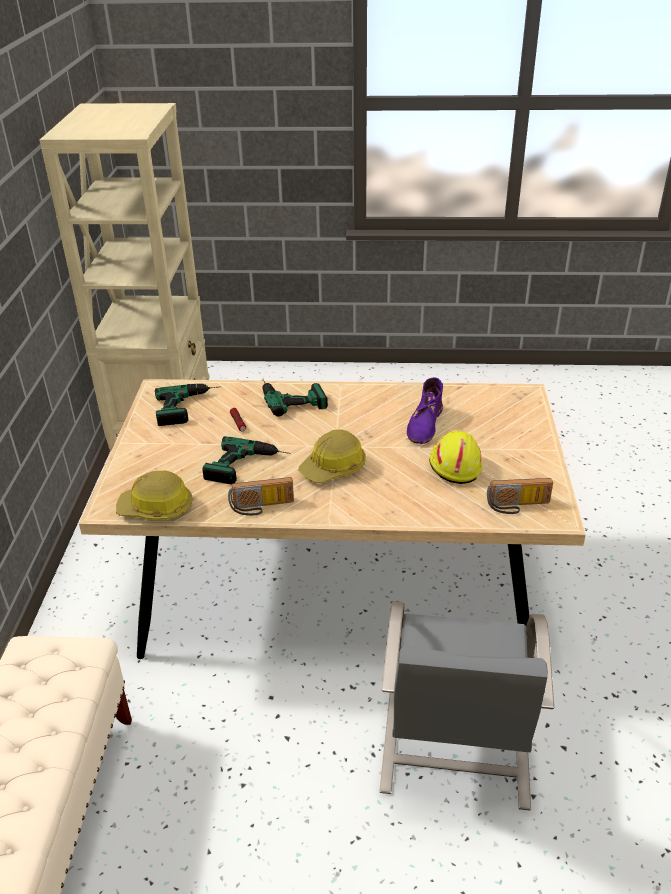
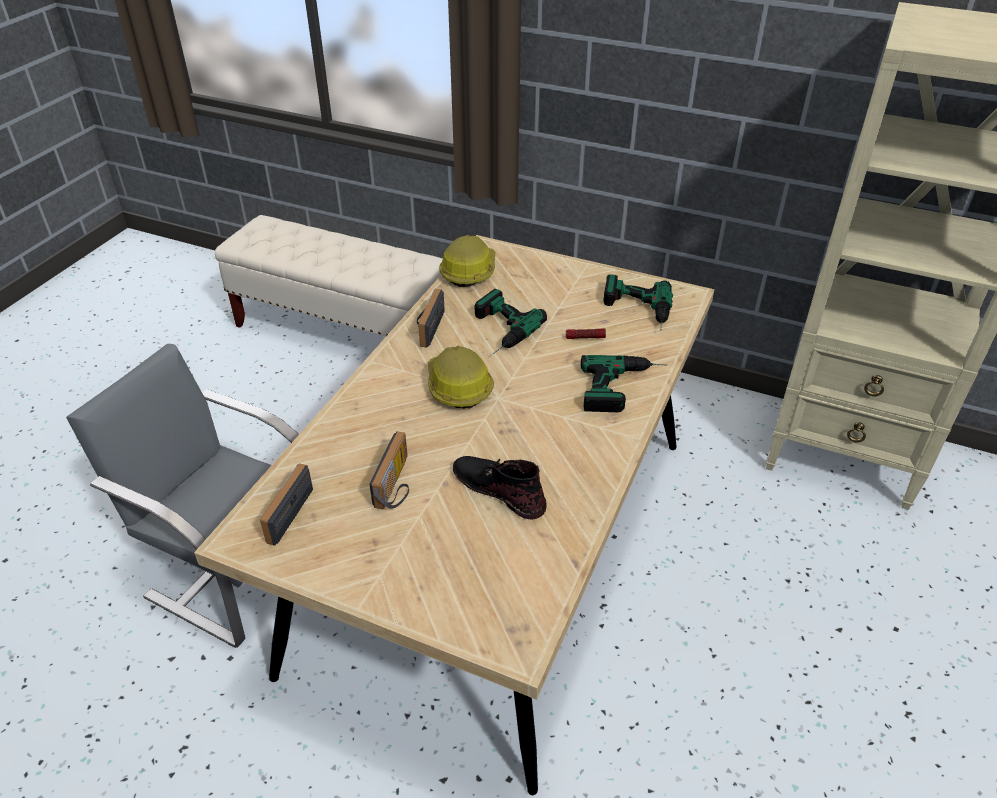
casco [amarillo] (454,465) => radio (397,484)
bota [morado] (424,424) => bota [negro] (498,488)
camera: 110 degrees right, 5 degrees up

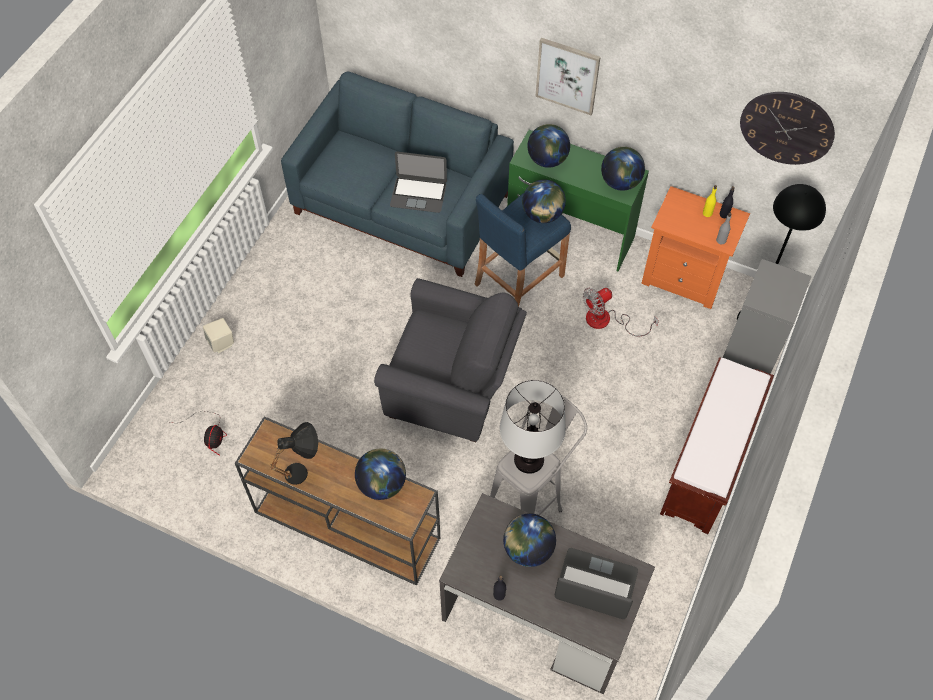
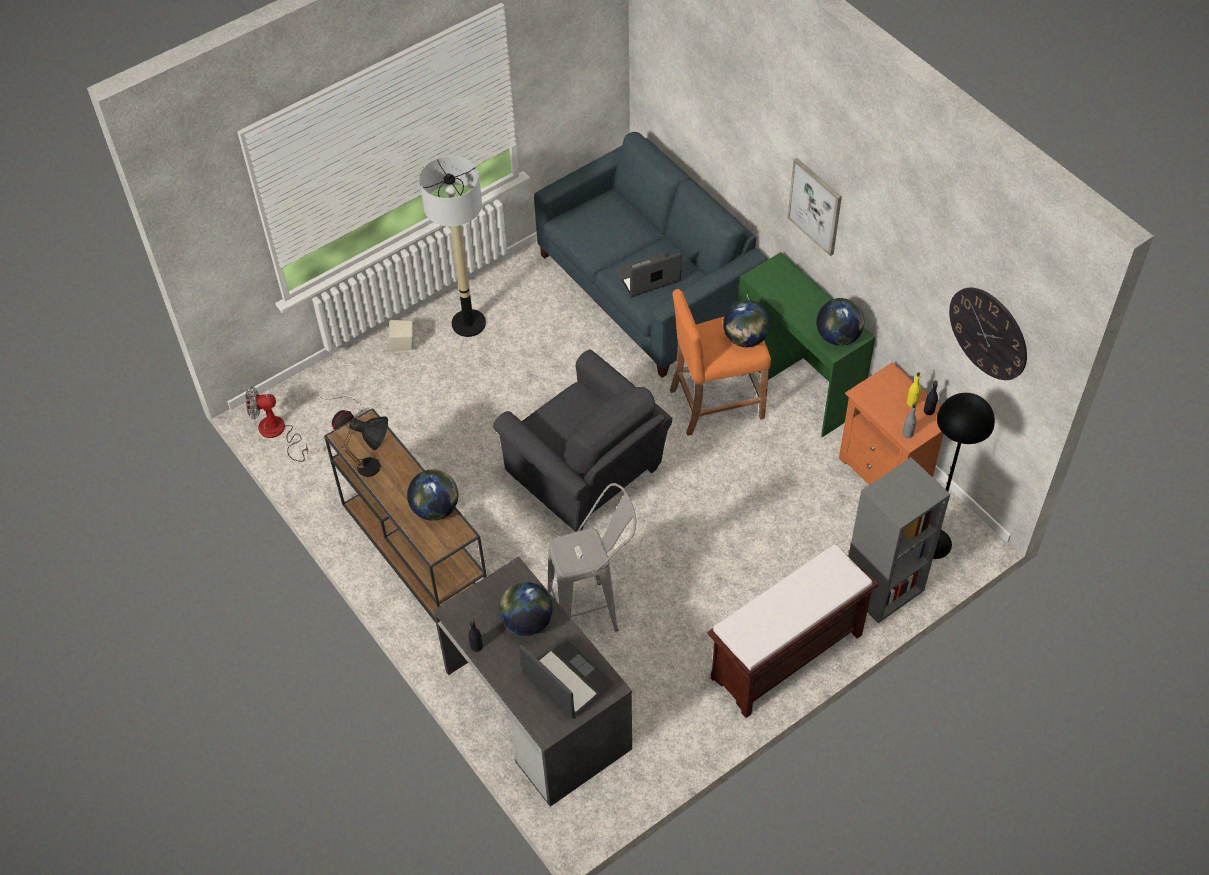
lámpara de mesa (529,459) => nothing
globo terráqueo (547,159) => nothing
nothing => lámpara de pie (468,323)
ventilador (607,321) => ventilador (278,433), moved
taburete [azul] (518,279) => taburete [naranja] (716,403)
portátil (418,194) => portátil (647,276), 120 degrees clockwise
camera: 30 degrees right, 5 degrees down

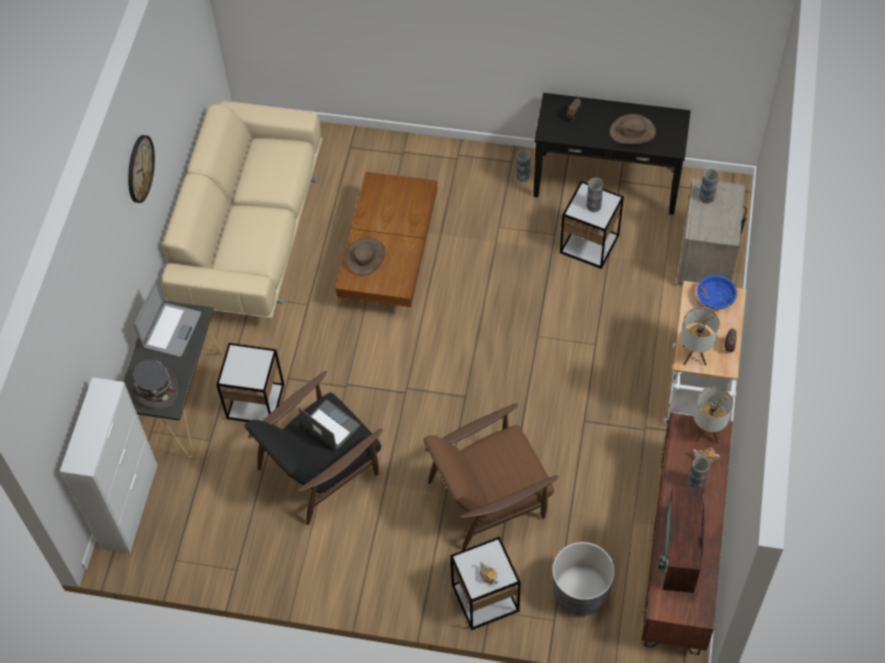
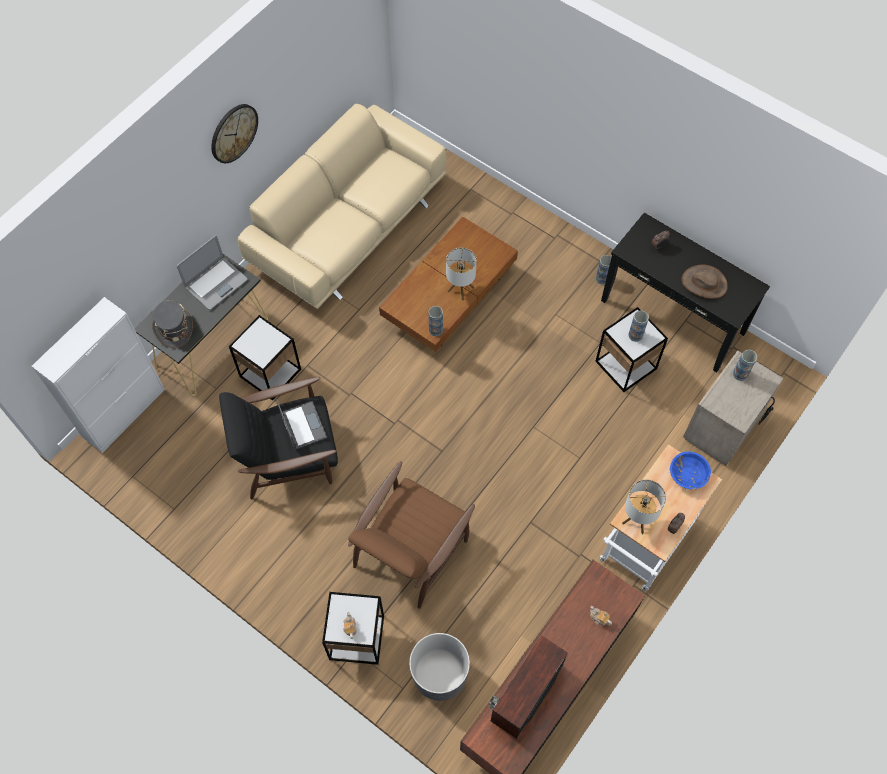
sombrero [marrón] (365,257) => nothing
florero (696,483) => florero (436,330), moved
lámpara de mesa (707,432) => lámpara de mesa (460,289), moved
sillón [marrón] (489,496) => sillón [marrón] (411,549), 60 degrees counterclockwise
camera: 25 degrees right, 5 degrees up

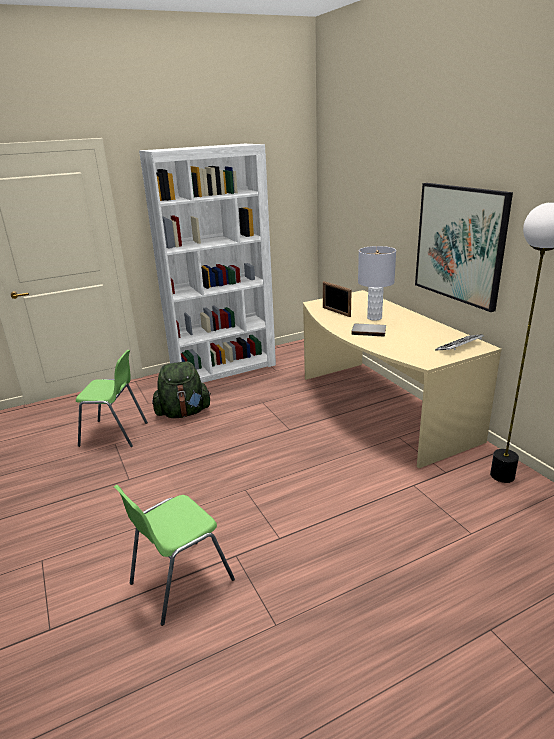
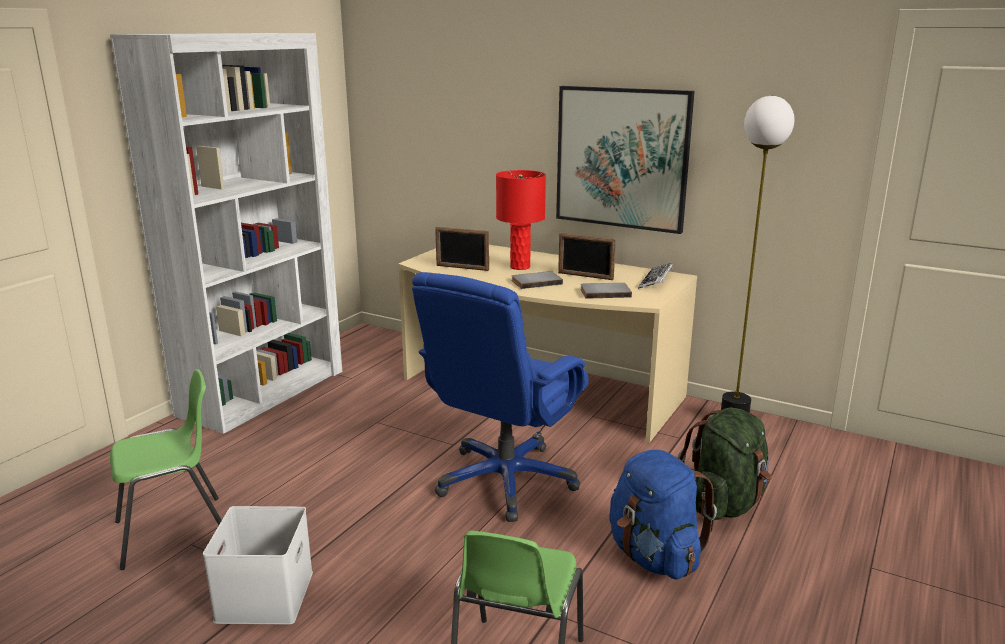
nothing => caja de almacenaje [blanco] (264,594)
nothing => silla de oficina [azul] (505,481)
nothing => portarretratos (585,276)
nothing => libro [gris] (605,292)
nothing => mochila [azul] (654,556)
mochila [verde] (183,413) => mochila [verde] (725,504), moved
lámpara de mesa [gris] (374,318) => lámpara de mesa [rojo] (520,267)
camera: 35 degrees left, 5 degrees down

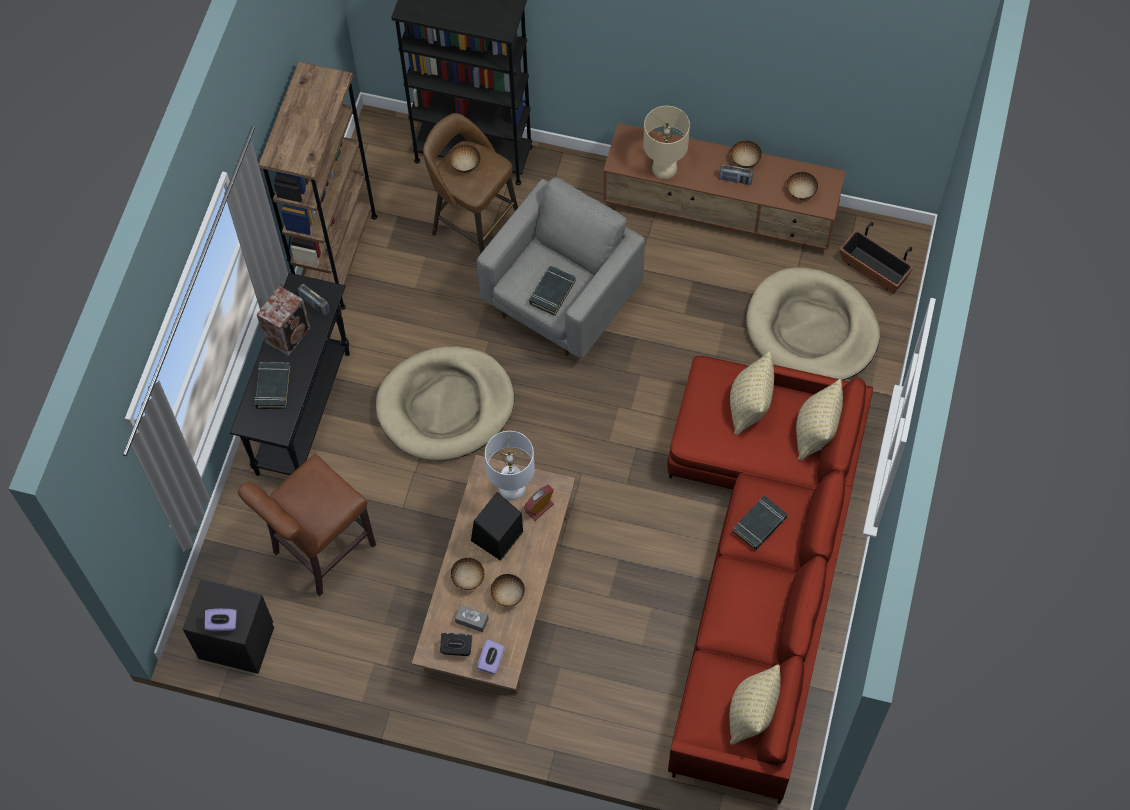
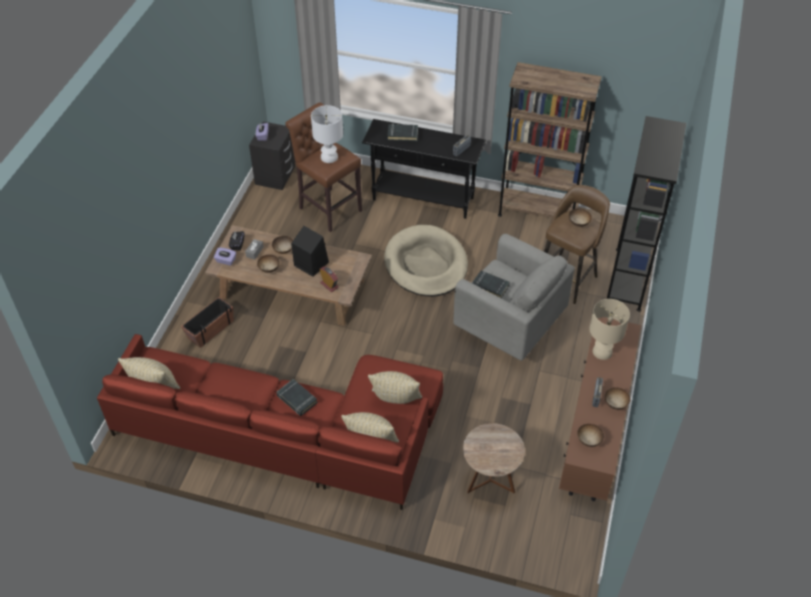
altavoz (289,334) => nothing
lámpara de mesa [blanco] (511,487) => lámpara de mesa [blanco] (329,157), moved
maceta (873,270) => maceta (210,329), moved
cama para perro [beis] (811,329) => mesa auxiliar [marrón] (490,481)
camera: 90 degrees right, 15 degrees down

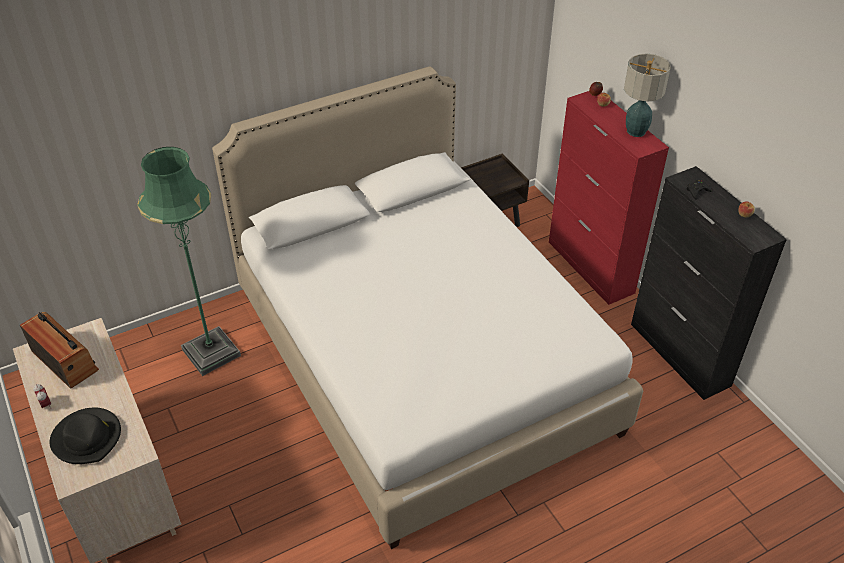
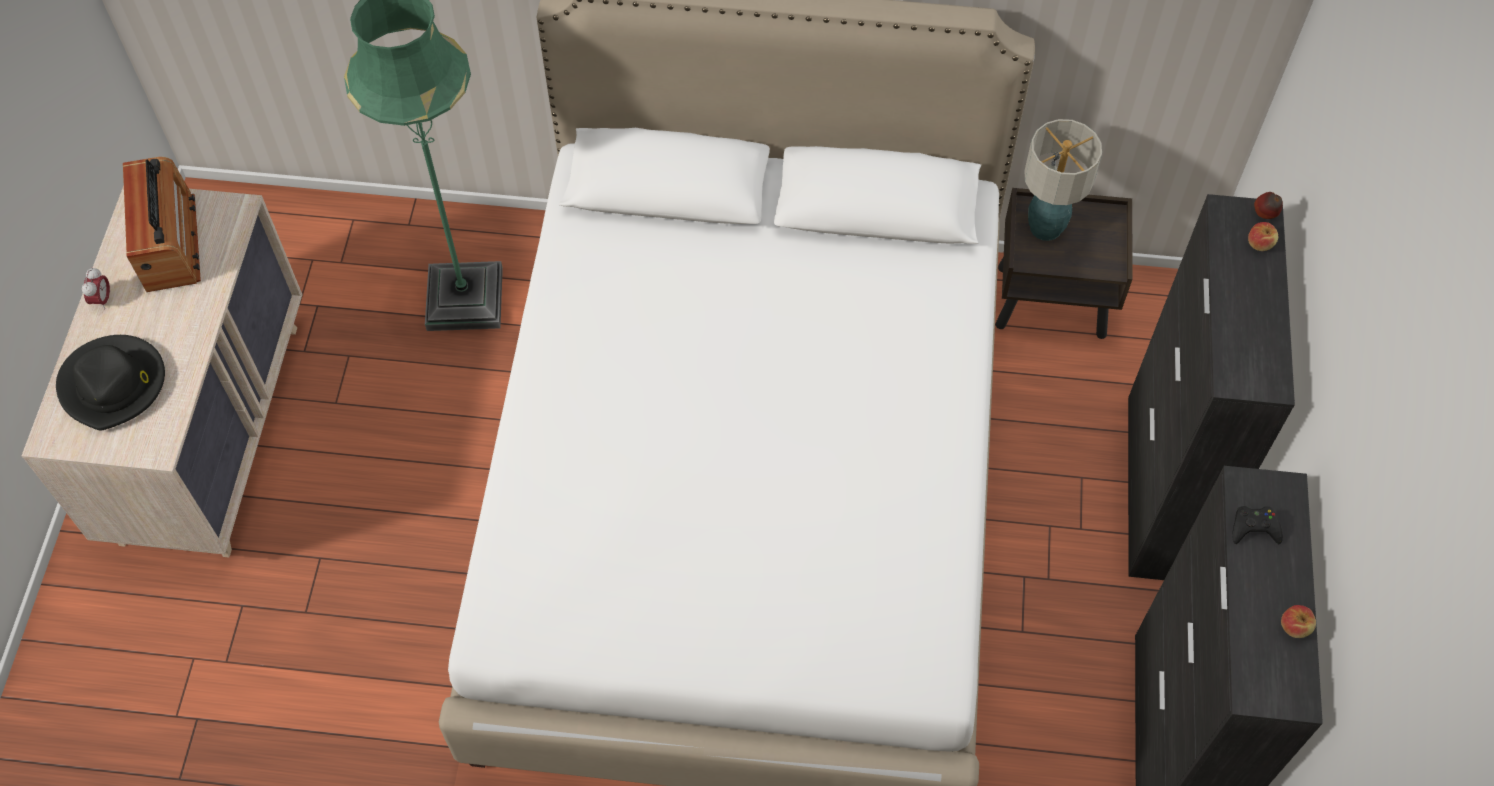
lámpara de mesa (636,131) => lámpara de mesa (1045,228), moved
armario [rojo] (590,267) => armario [negro] (1159,488)
camera: 35 degrees right, 15 degrees up

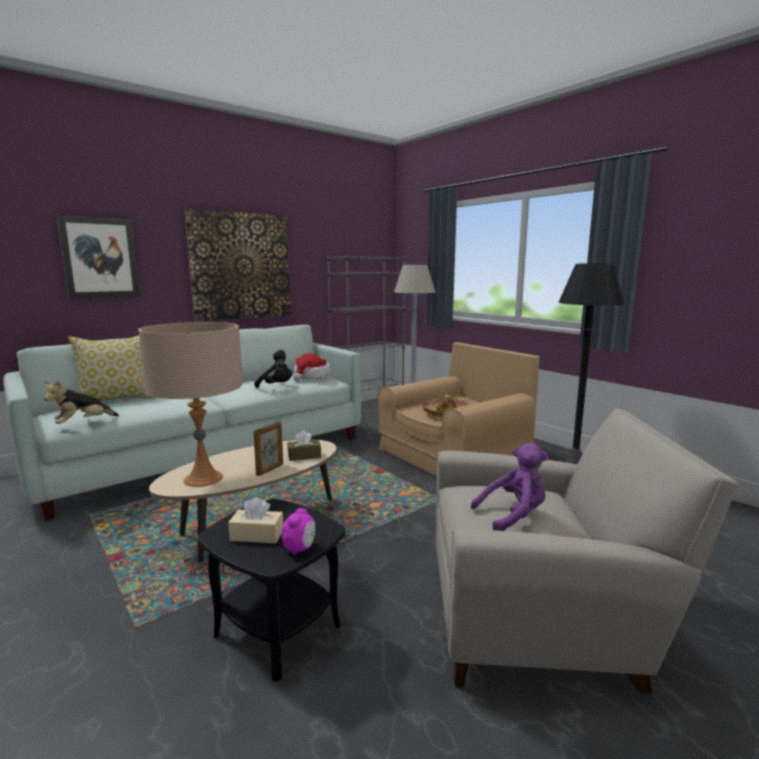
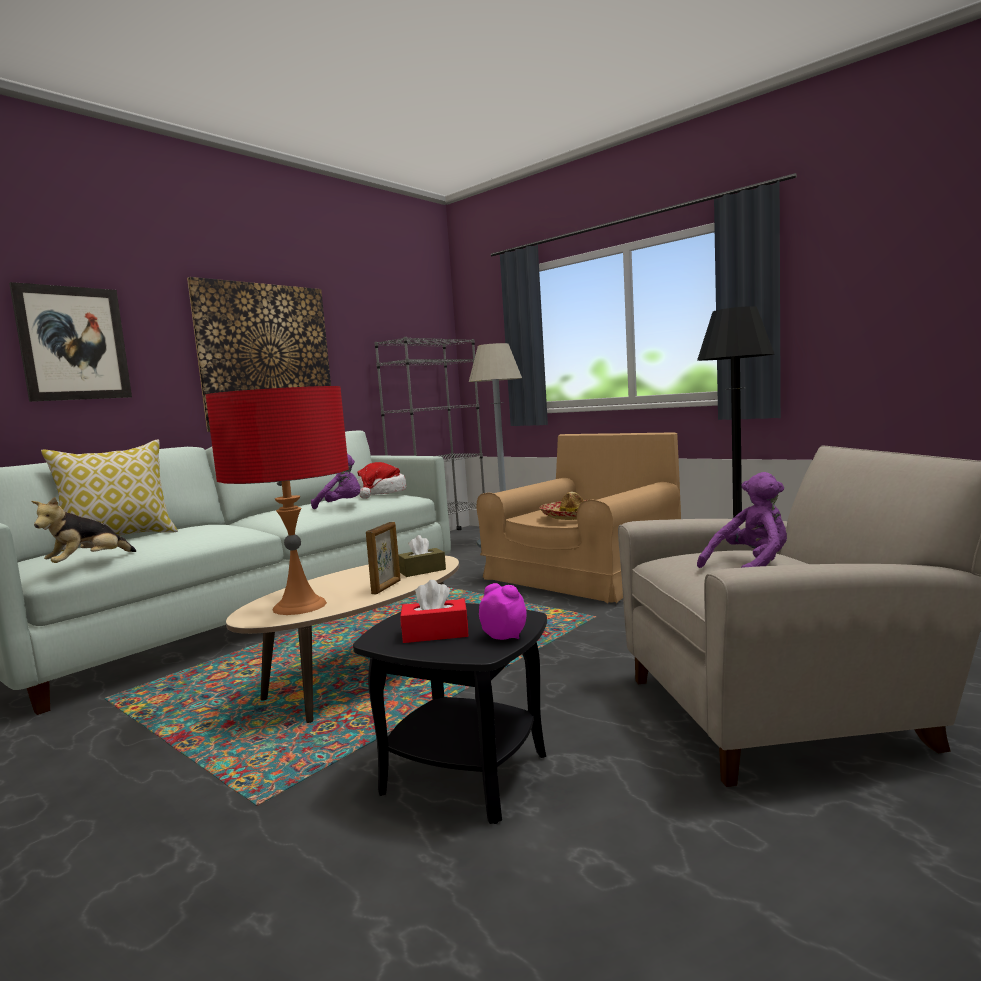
lámpara de mesa [beis] (203,478) => lámpara de mesa [rojo] (299,606)
caja de pañuelos [beis] (257,535) => caja de pañuelos [rojo] (435,634)
peluche [negro] (277,386) => peluche [morado] (342,505)
despertador (300,549) => despertador (504,636), 60 degrees counterclockwise
camera: 10 degrees left, 5 degrees down

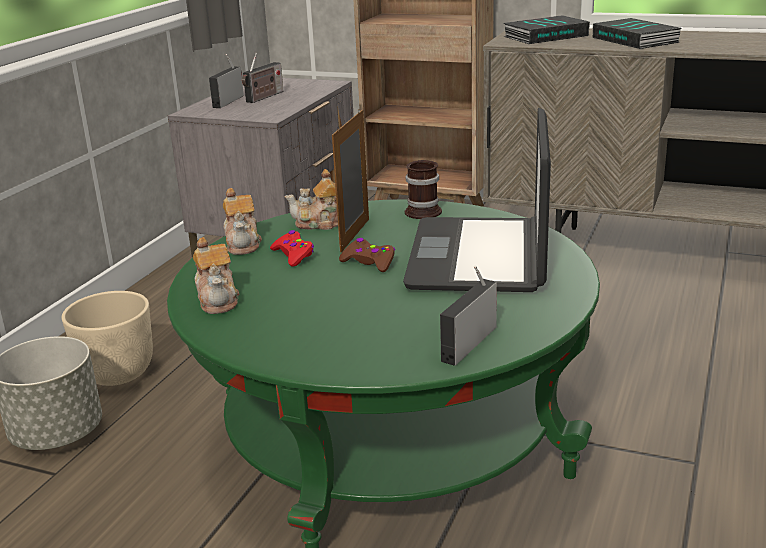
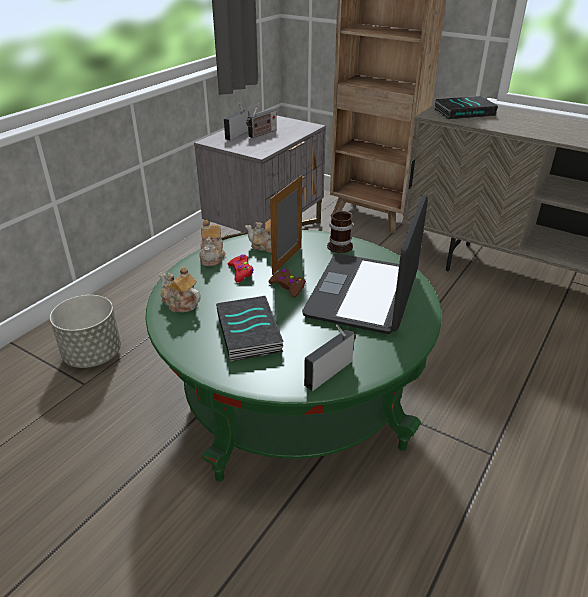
maceta [beis] (118,373) => nothing
libro (636,40) => libro (250,333), moved
tetera (218,299) => tetera (180,303), 135 degrees clockwise
camera: 10 degrees right, 10 degrees up

